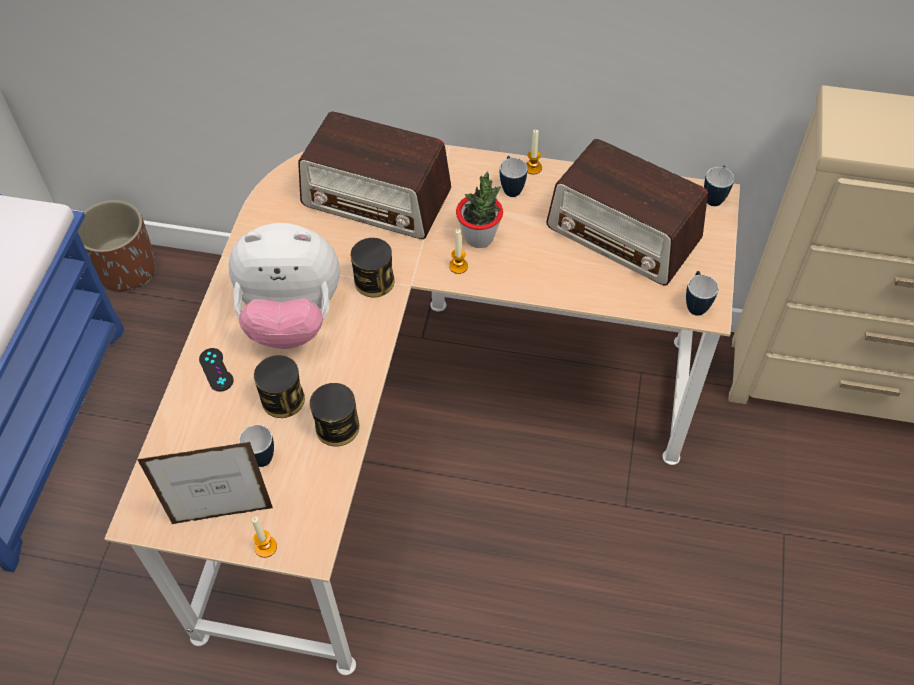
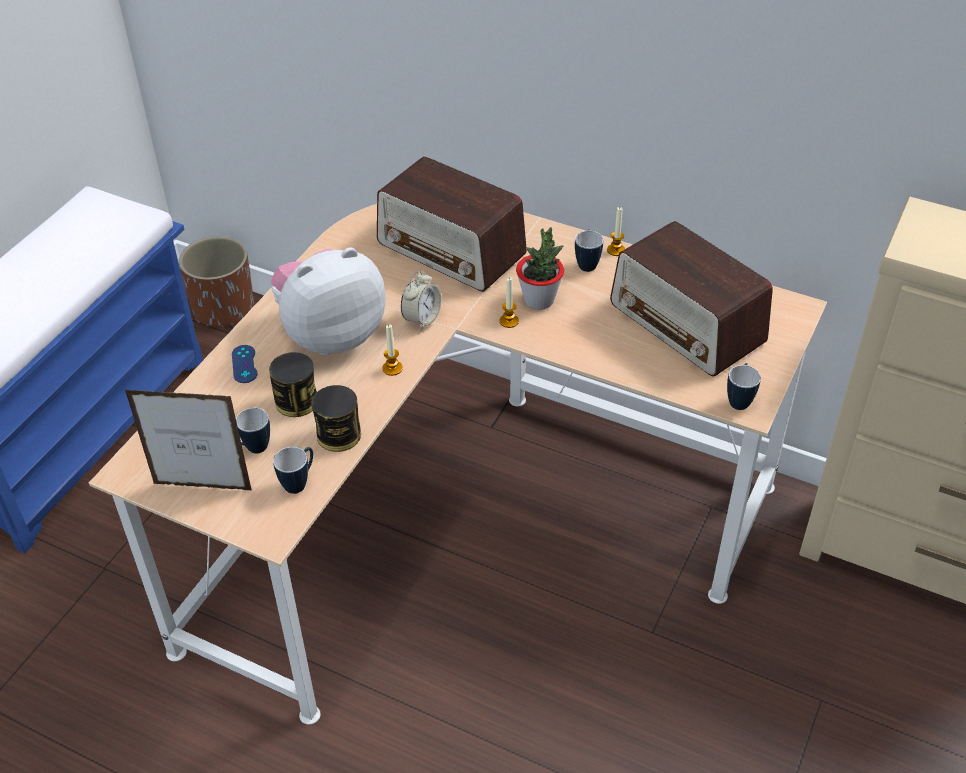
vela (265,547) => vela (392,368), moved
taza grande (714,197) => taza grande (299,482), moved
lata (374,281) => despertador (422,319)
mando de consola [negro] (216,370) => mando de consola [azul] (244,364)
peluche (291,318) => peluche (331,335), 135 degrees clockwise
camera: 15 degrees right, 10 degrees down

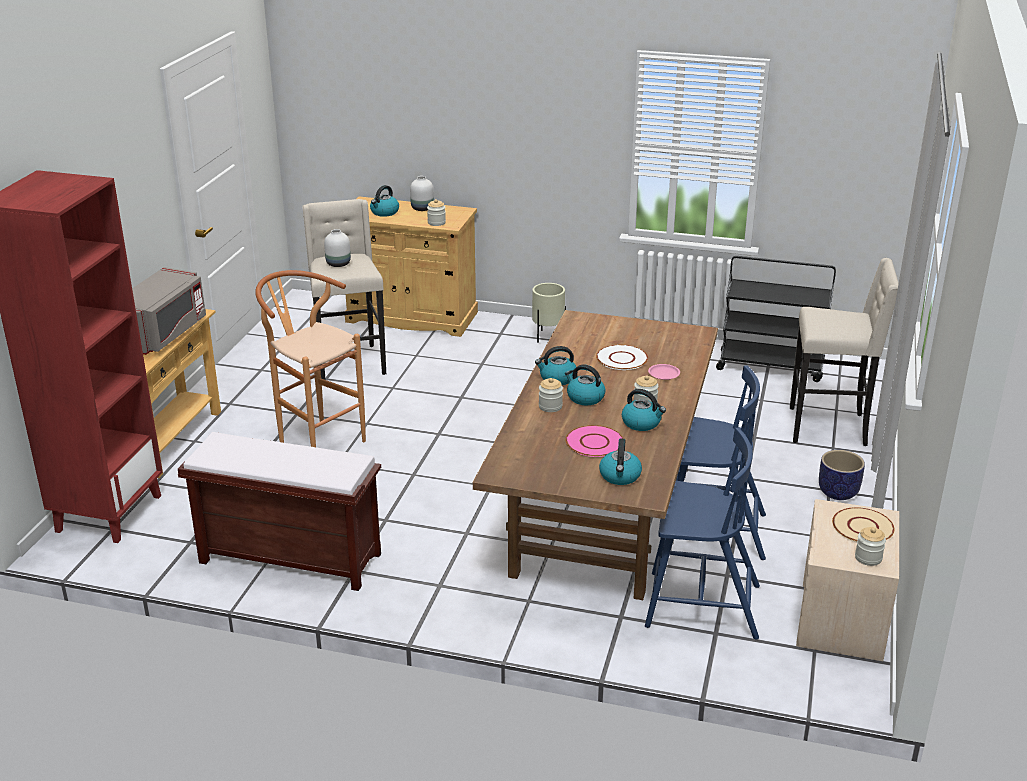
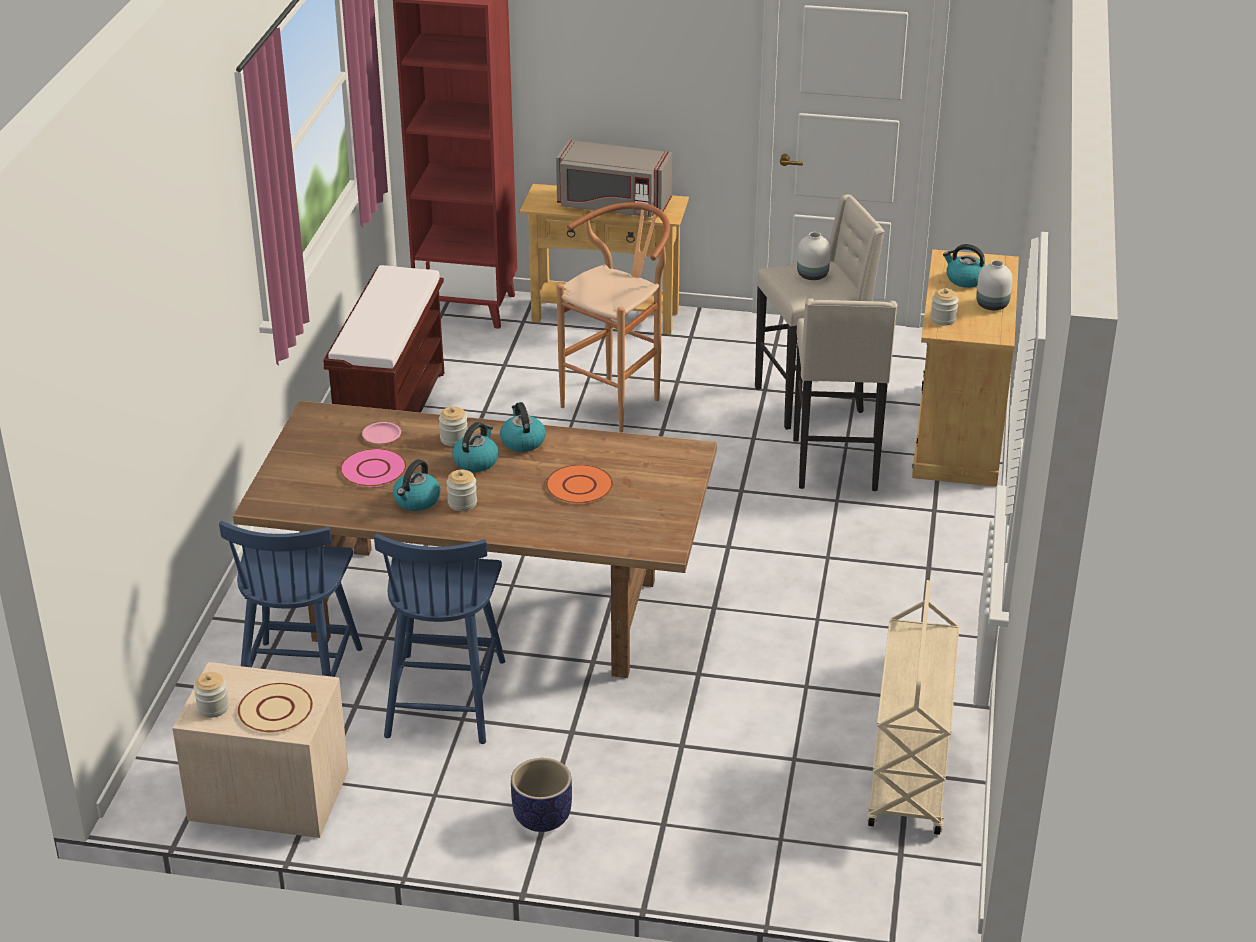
maceta [beis] (548,337) => nothing
hervidor (620,476) => nothing
plato [rosa] (663,374) => plato [rosa] (382,435), moved
taburete [beis] (829,427) => taburete [beis] (837,466), moved
plato [blanco] (621,358) => plato [naranja] (579,486)
carrito [negro] (771,366) => carrito [beis] (910,776)
camera: 85 degrees right, 5 degrees up

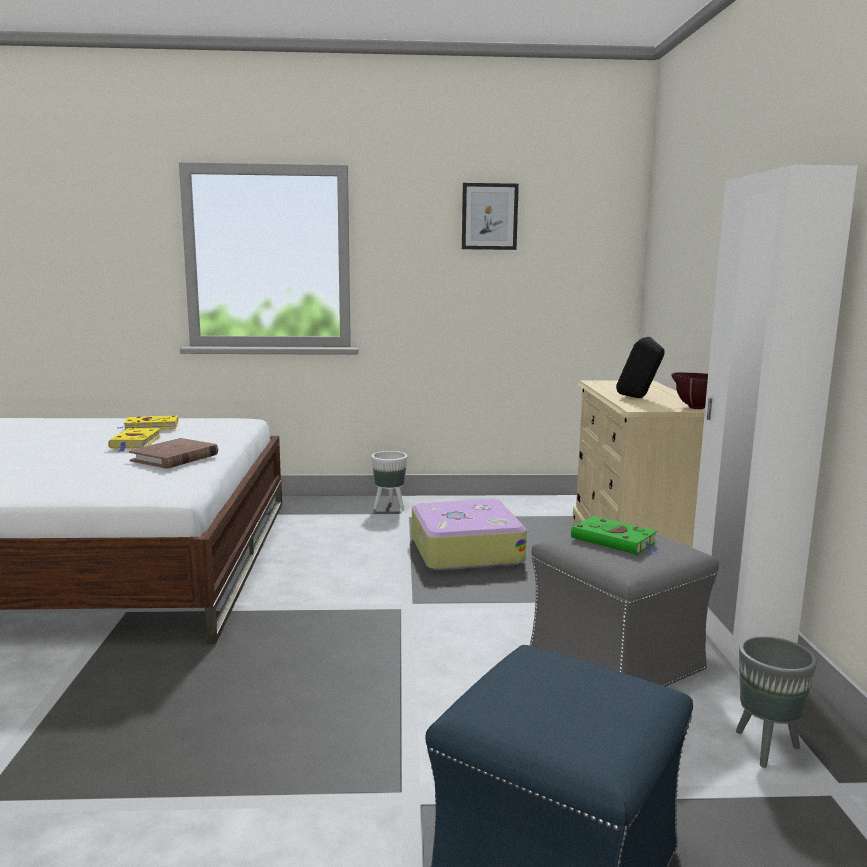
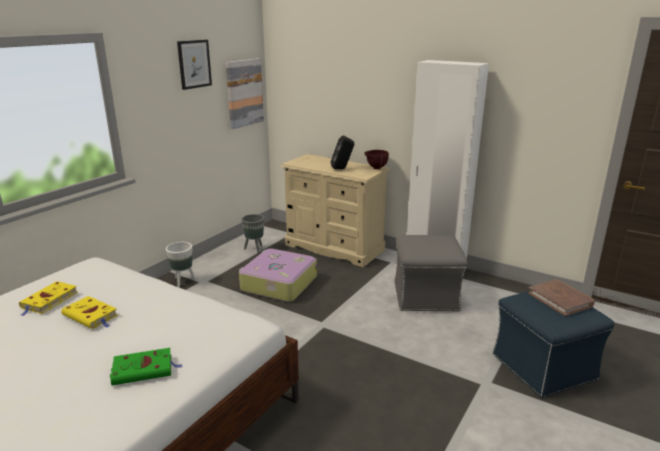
nothing => cuadro (244,93)
libro [marrón] (175,457) => libro [marrón] (560,299), moved
libro [verde] (615,541) => libro [verde] (145,369), moved
maceta [gris] (765,748) => maceta [gris] (254,249), moved
camera: 55 degrees left, 10 degrees up

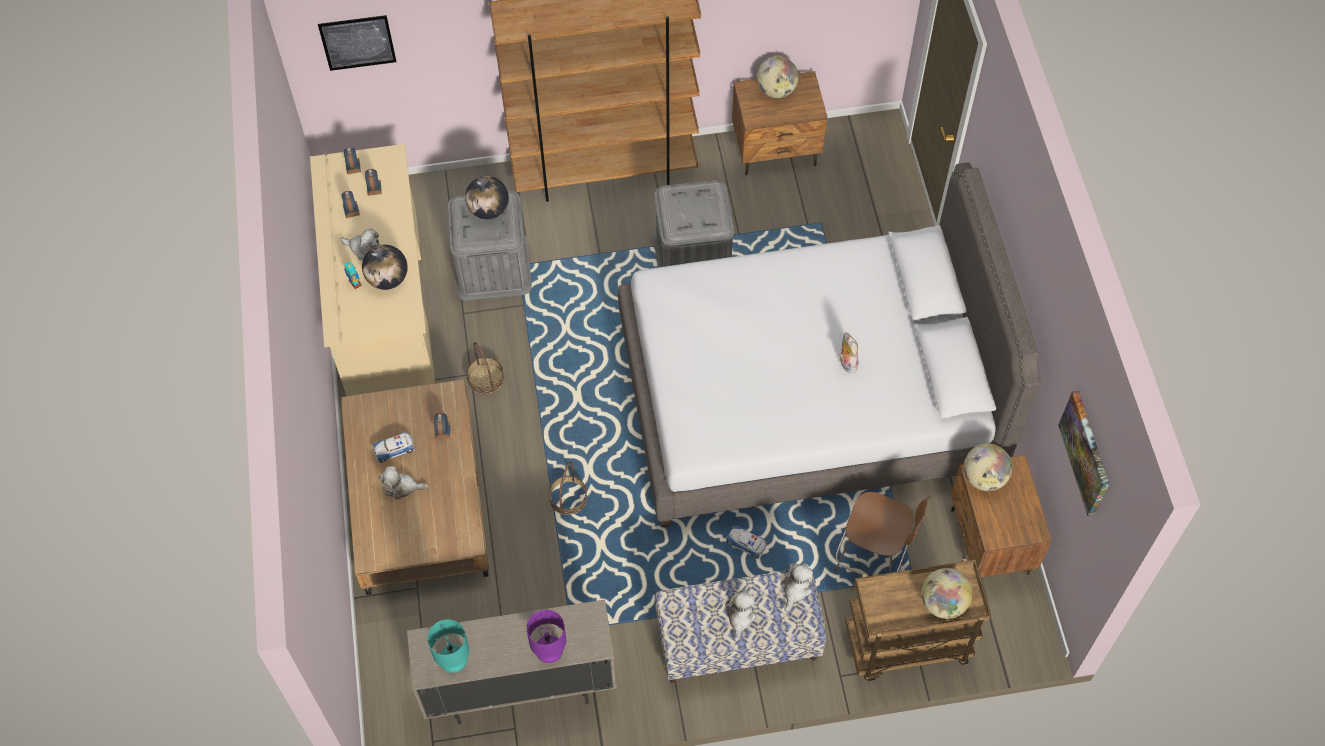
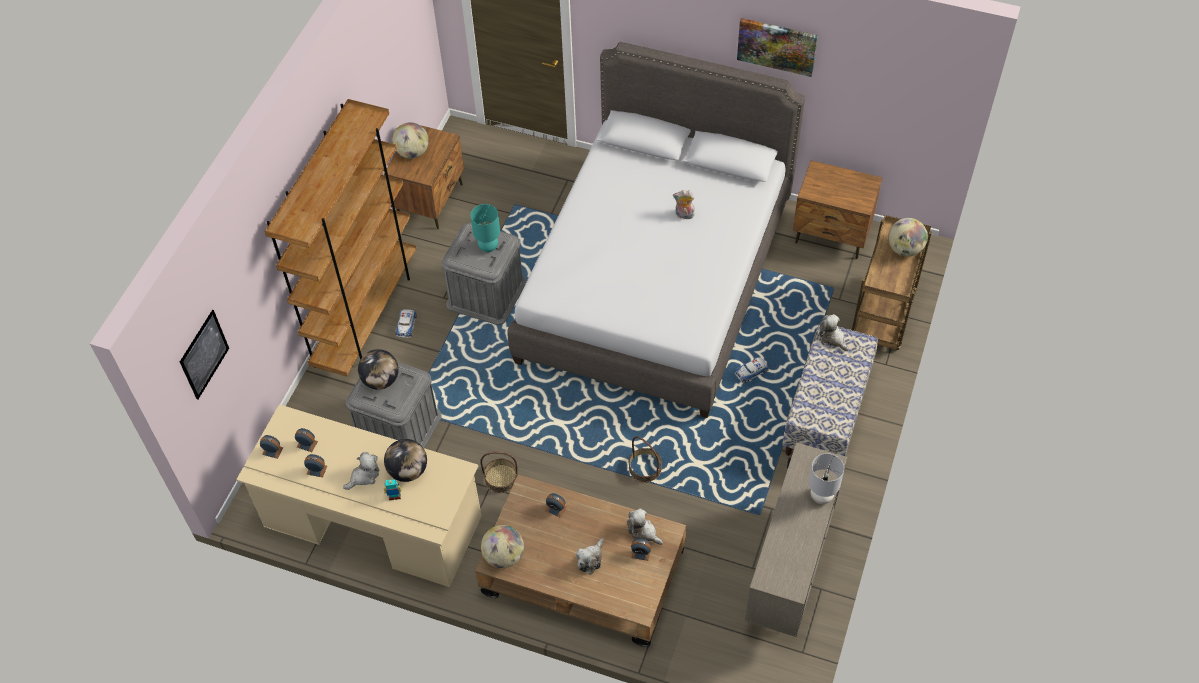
taburete [marrón] (873,559) => nothing
nothing => despertador (641,553)
coche de juguete (394,449) => coche de juguete (406,325), moved
lámpara de mesa [turquesa] (454,662) => lámpara de mesa [turquesa] (488,246), moved
peluche (740,617) => peluche (643,532), moved
globo terráqueo (984,478) => globo terráqueo (504,556), moved
cuadro (1086,453) => cuadro (777,46), moved
lámpara de mesa [morado] (550,652) => lámpara de mesa [gris] (821,496)
camera: 60 degrees left, 5 degrees down

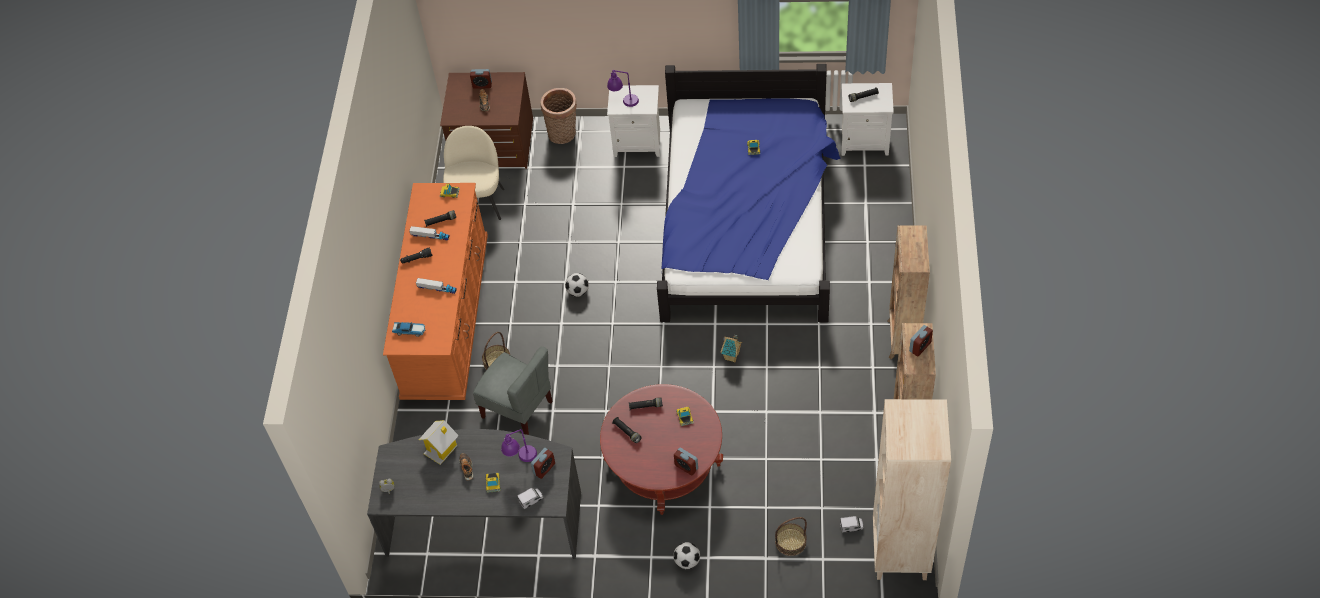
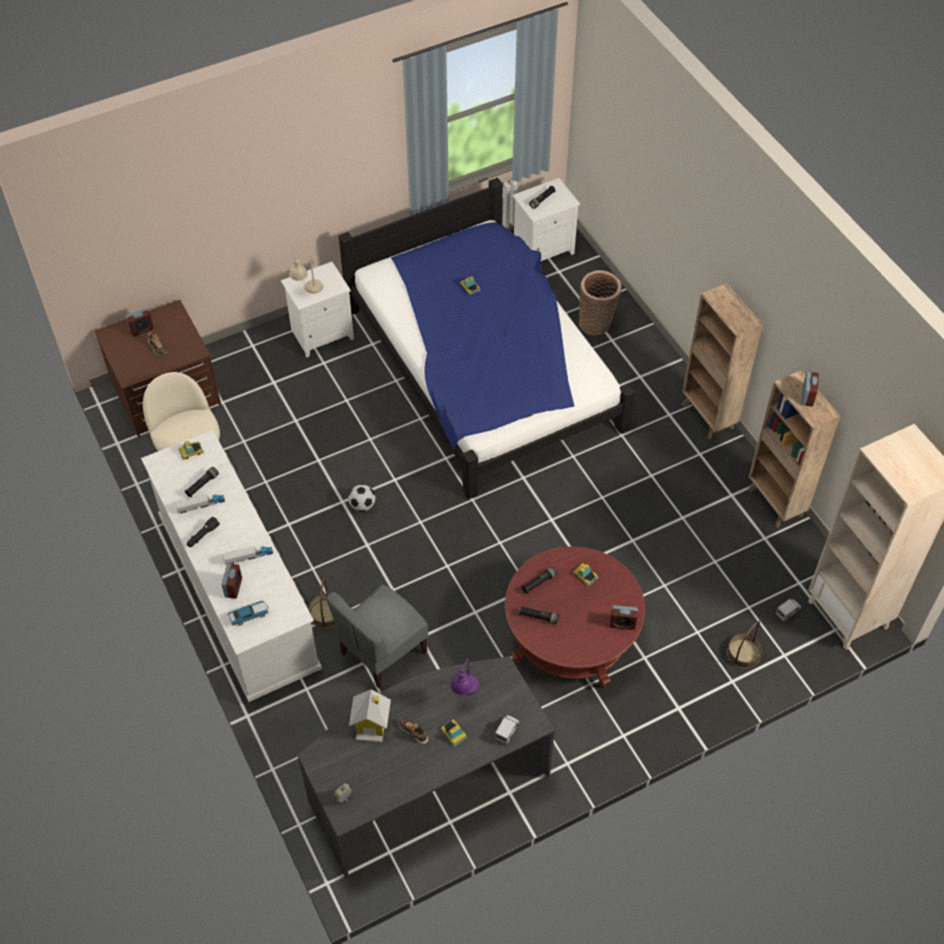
balón de fútbol (687,561) => nothing
casita (732,357) => nothing
despertador (544,468) => despertador (233,587), moved
cesta (563,134) => cesta (596,323), moved
cómoda [naranja] (447,318) => cómoda [blanco] (239,593)
lámpara de mesa [morado] (623,102) => lámpara de mesa [beis] (307,291)
silla [gris] (518,408) => silla [gris] (382,652), 135 degrees clockwise
camera: 35 degrees left, 0 degrees up

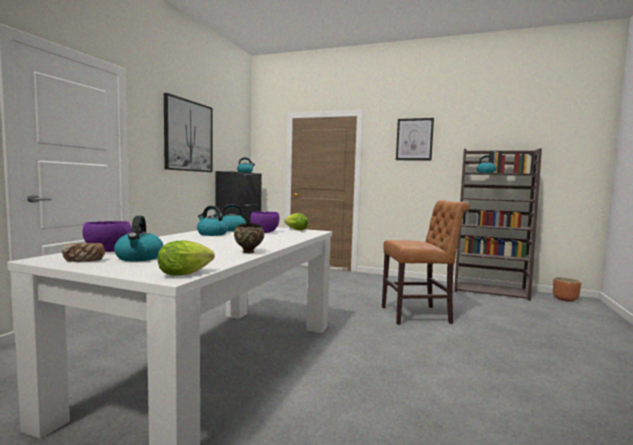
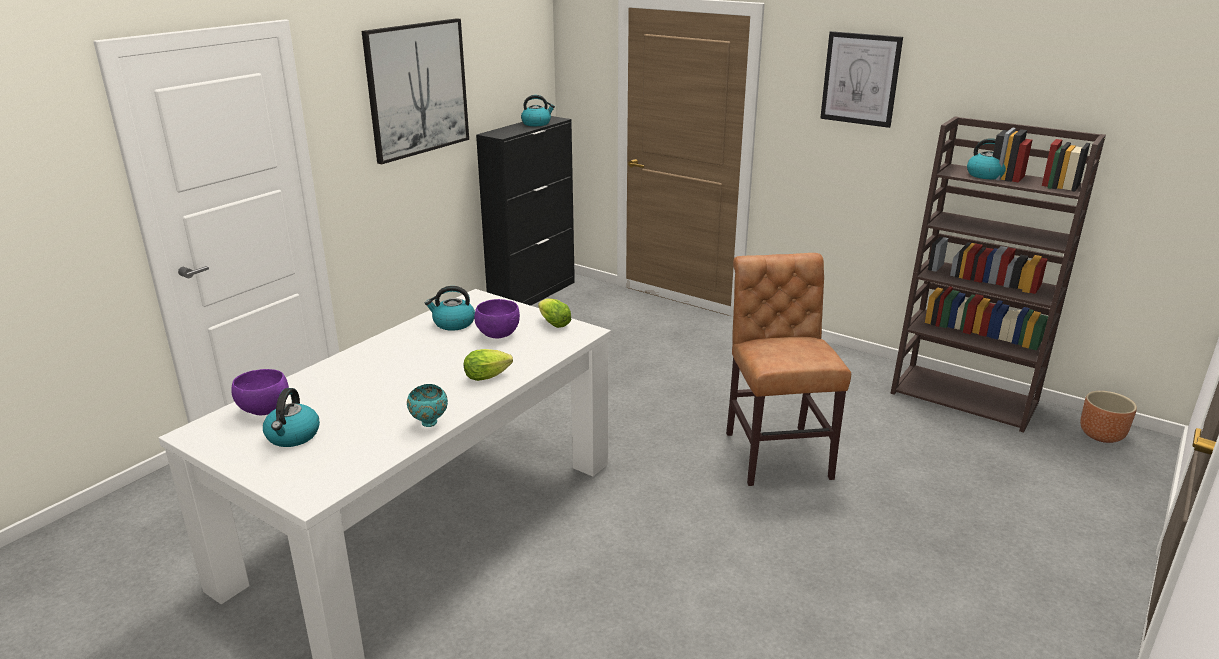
pan (84,260) => nothing
hervidor (211,234) => nothing
lechuga (187,273) => lechuga (489,376), moved
cuenco [marrón] (249,252) => cuenco [turquesa] (429,423)
silla [marrón] (419,315) => silla [marrón] (775,452), 105 degrees counterclockwise
camera: 15 degrees right, 20 degrees up

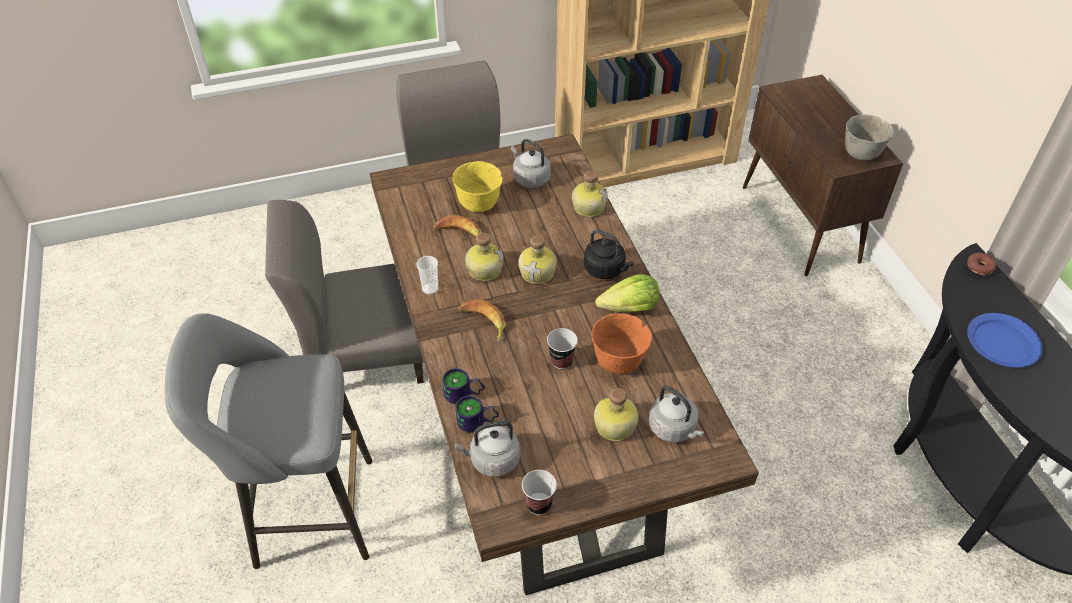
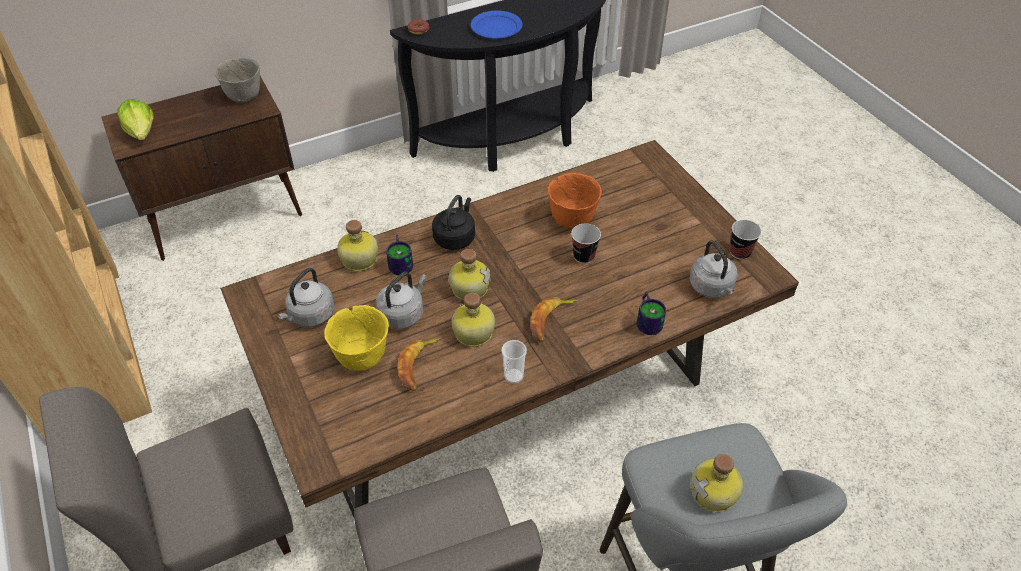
taza grande (477,423) => taza grande (401,262), moved
botella (614,427) => botella (715,494), moved
lechuga (629,308) => lechuga (142,132), moved
hervidor [gris] (674,429) => hervidor [gris] (403,314), moved
camera: 100 degrees left, 0 degrees up

